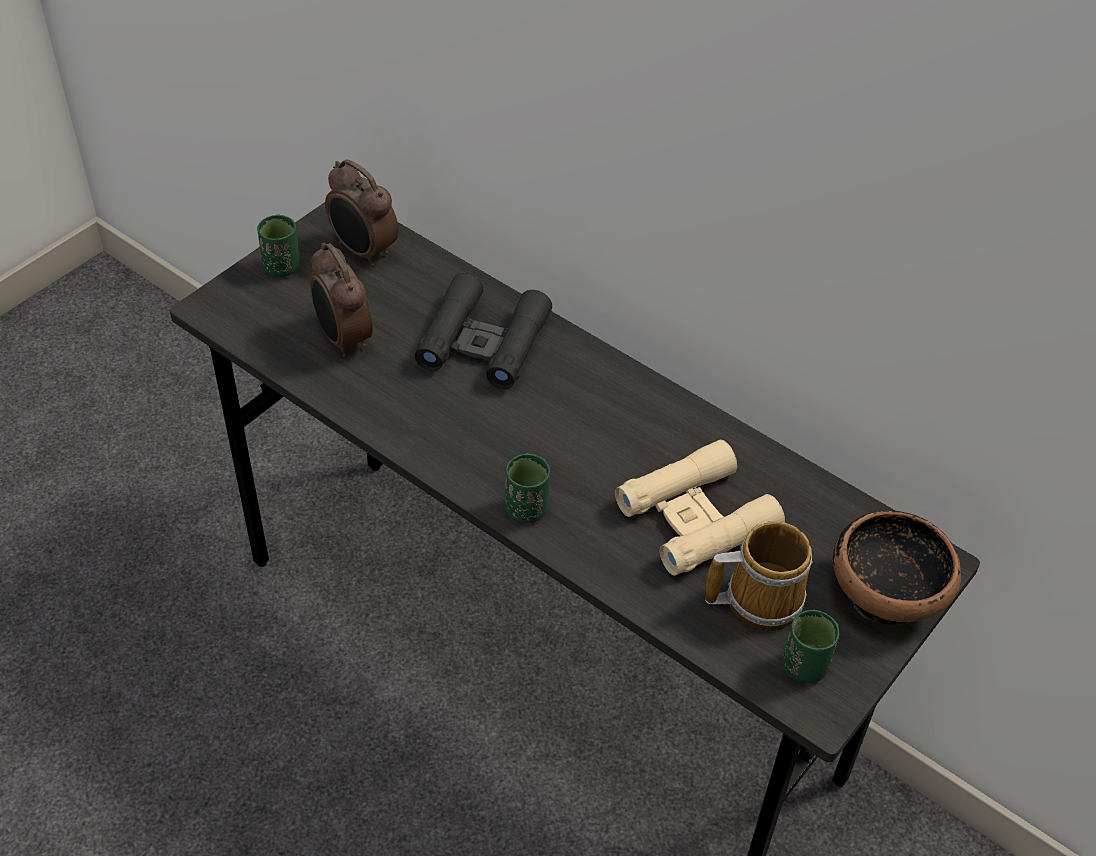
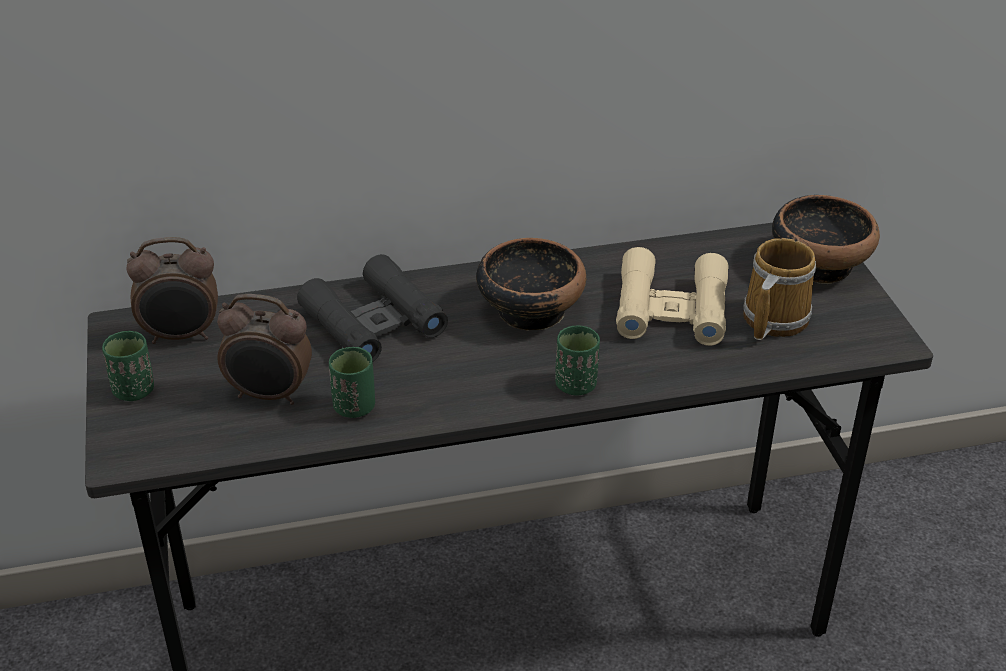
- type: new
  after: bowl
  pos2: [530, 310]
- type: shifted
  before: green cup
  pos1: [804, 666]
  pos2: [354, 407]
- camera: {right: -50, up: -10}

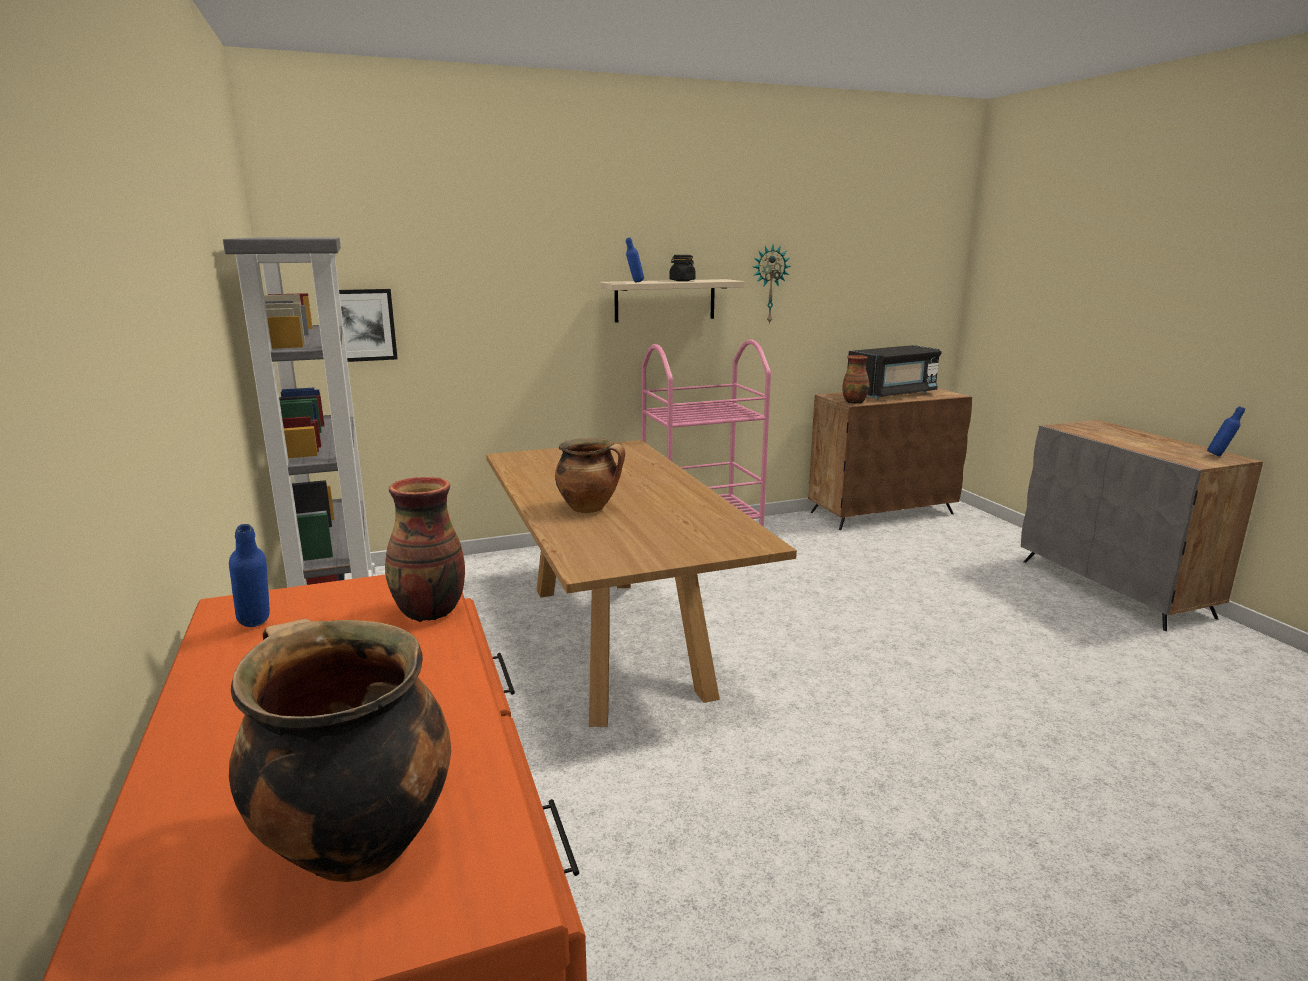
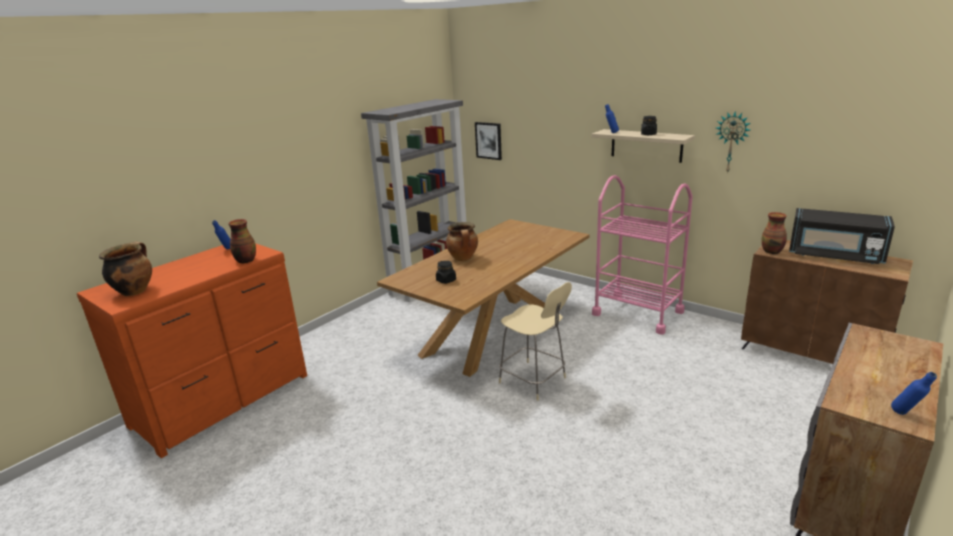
- type: new
  after: black jar
  pos2: [446, 280]
- type: new
  after: beige chair
  pos2: [534, 381]
- camera: {right: 60, up: 5}

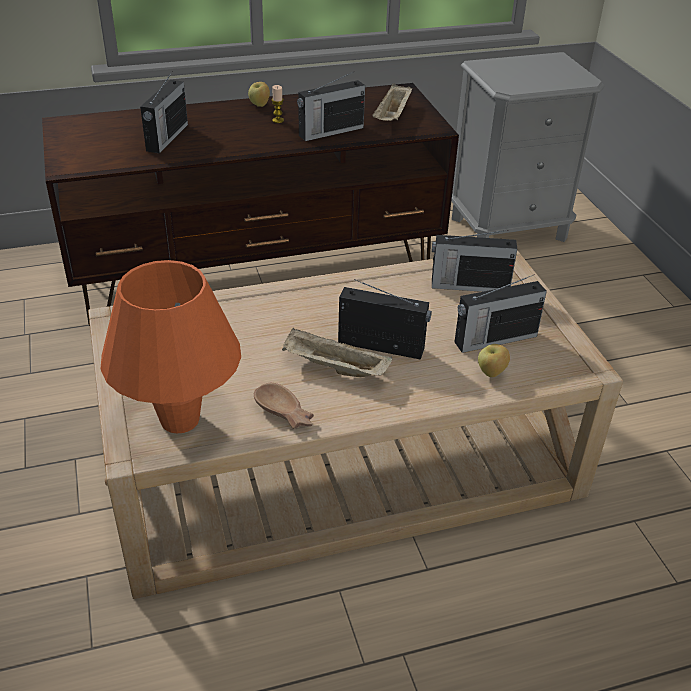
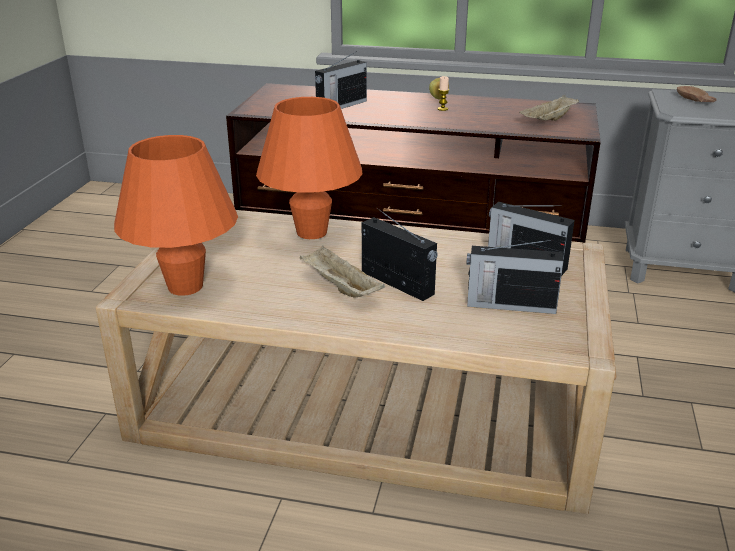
- type: gone
  before: radio
  pos1: [330, 132]
- type: gone
  before: apple
  pos1: [491, 373]
- type: new
  after: orange table lamp
  pos2: [311, 232]
- type: shifted
  before: brown bowl
  pos1: [284, 413]
  pos2: [695, 100]
- camera: {right: 30, up: -10}

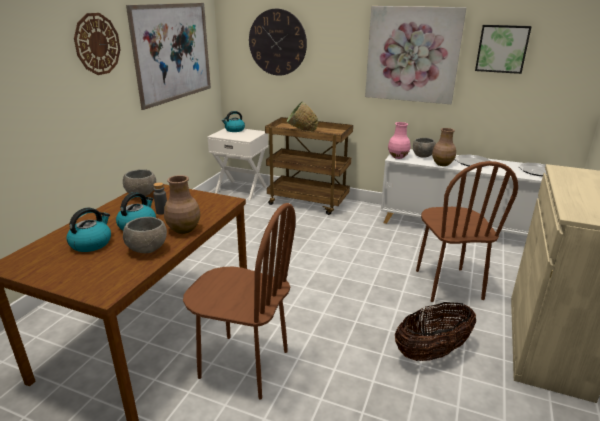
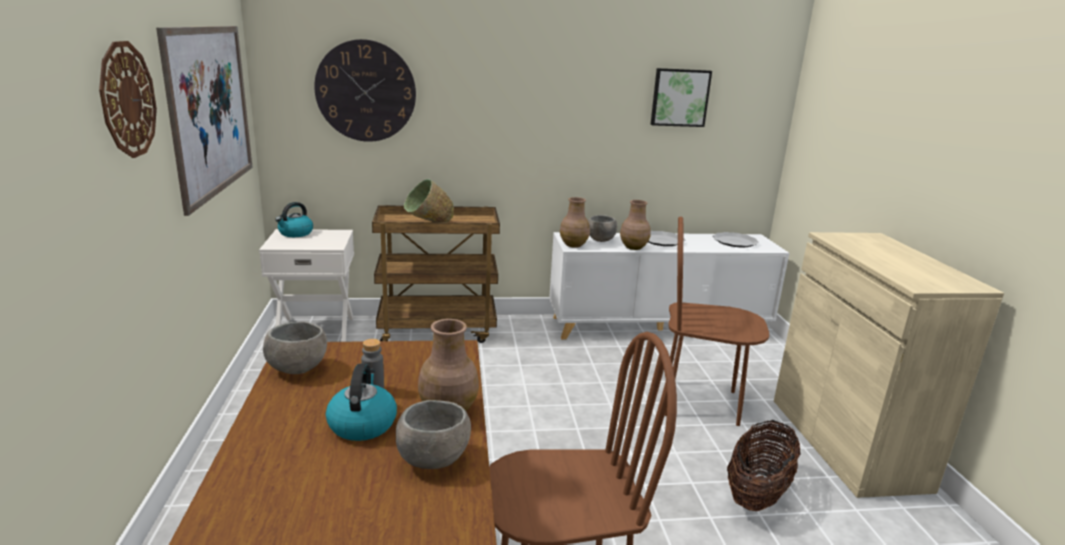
- type: gone
  before: kettle
  pos1: [91, 243]
- type: gone
  before: picture
  pos1: [412, 55]
- type: repainted
  before: pink vase
  after: brown vase
  pos1: [398, 157]
  pos2: [574, 245]
- type: rotated
  before: brown chair
  pos1: [447, 284]
  pos2: [700, 402]
  turn: 135
- camera: {right: -30, up: -5}

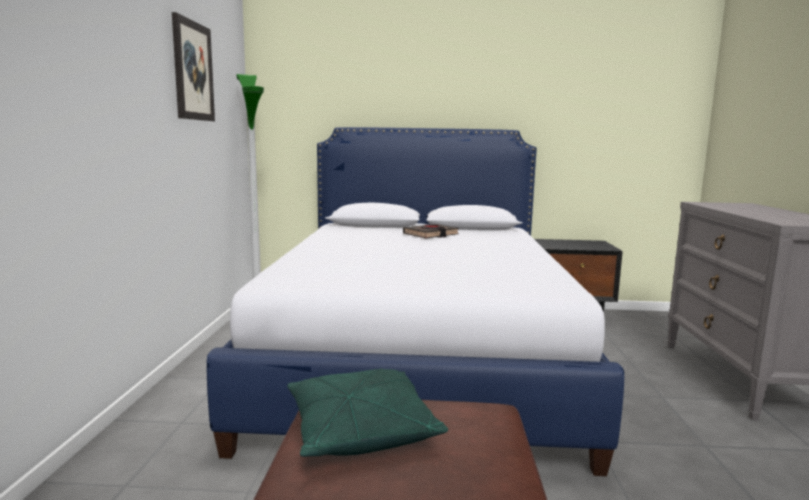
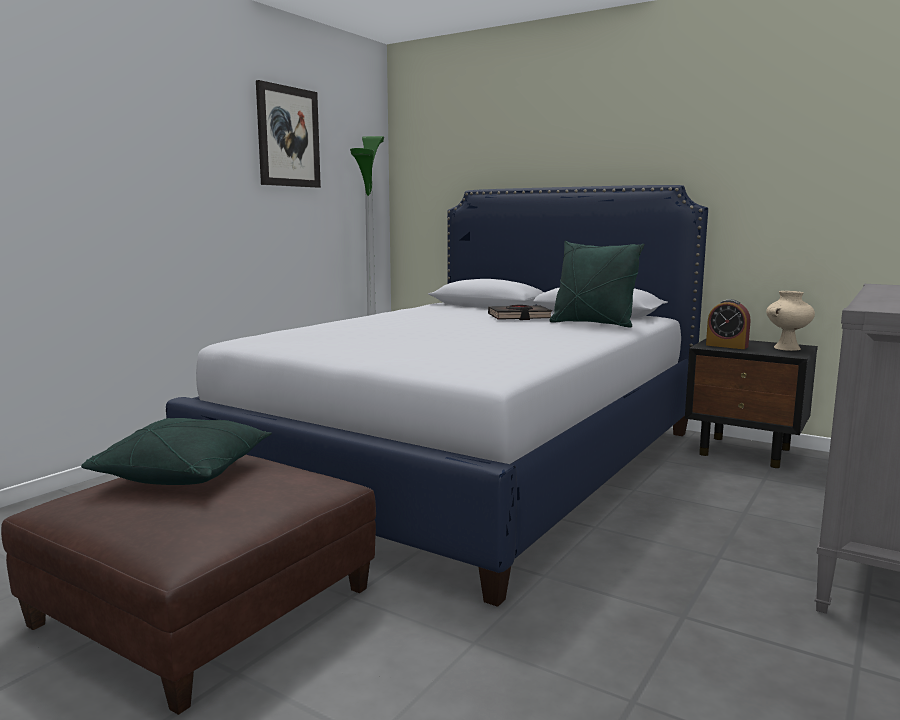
- type: new
  after: green pillow
  pos2: [593, 324]
- type: new
  after: alarm clock
  pos2: [726, 346]
- type: new
  after: beige vase
  pos2: [787, 348]
- camera: {right: 30, up: 0}

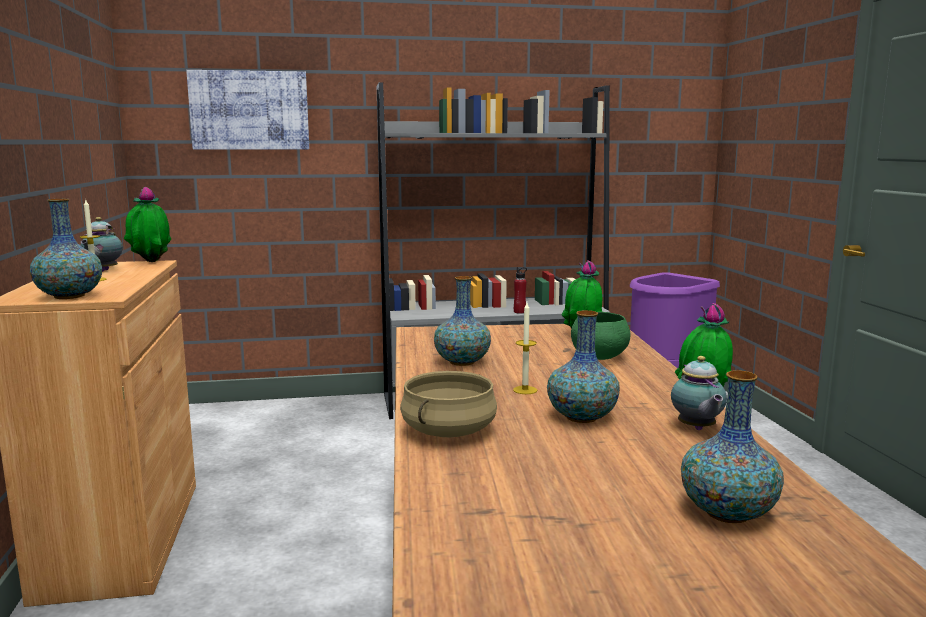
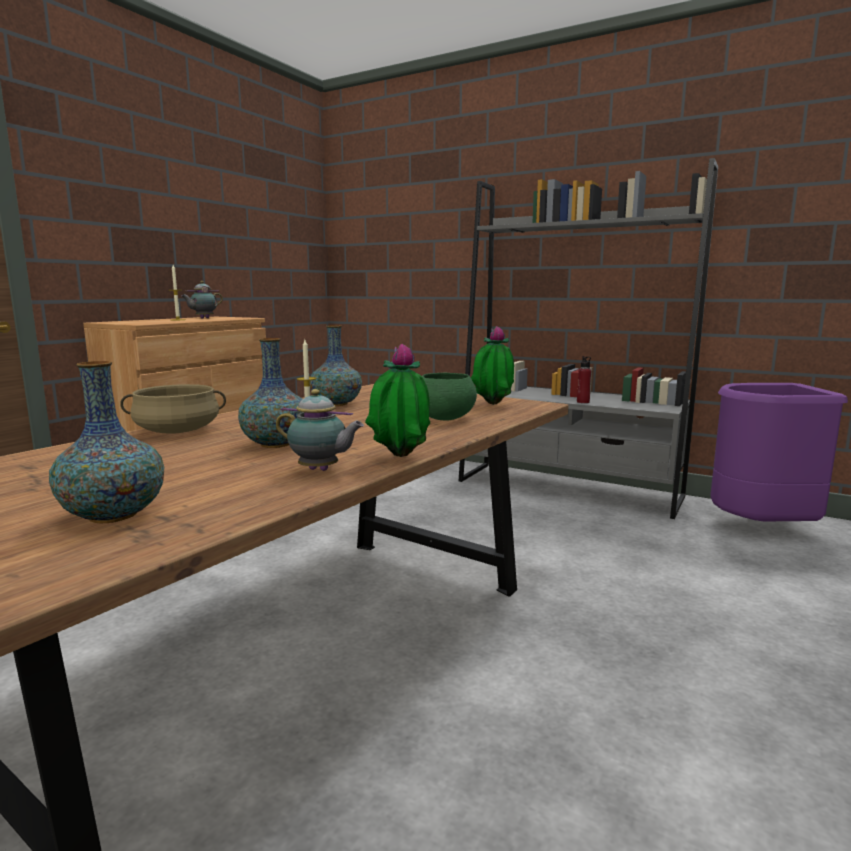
- type: gone
  before: vase
  pos1: [69, 296]
- type: gone
  before: potted plant
  pos1: [150, 263]
- type: gone
  before: picture
  pos1: [249, 110]
- type: rotated
  before: teapot
  pos1: [696, 429]
  pos2: [321, 470]
  turn: -105
- camera: {right: 40, up: 0}

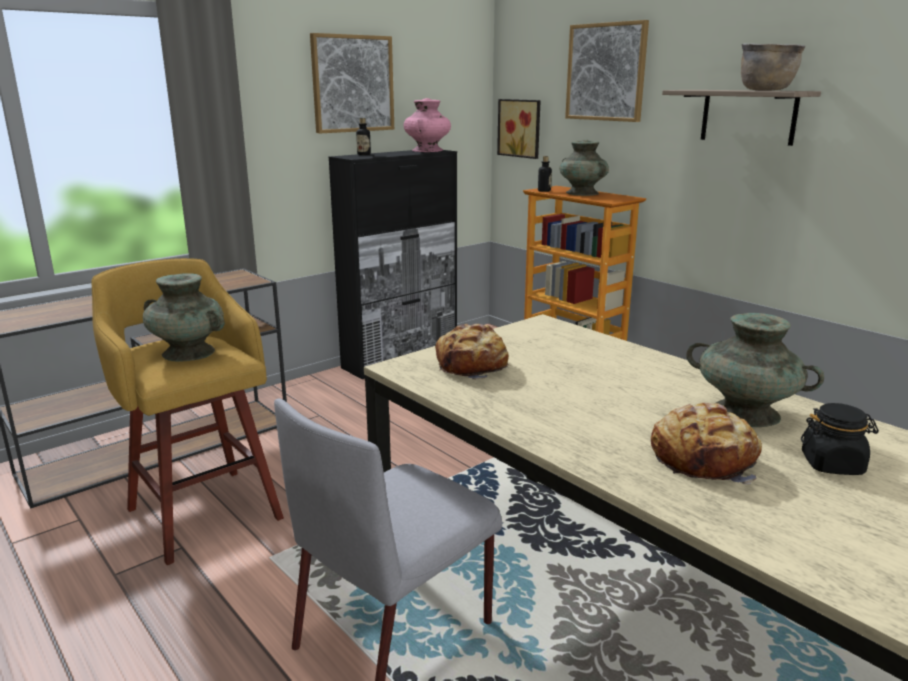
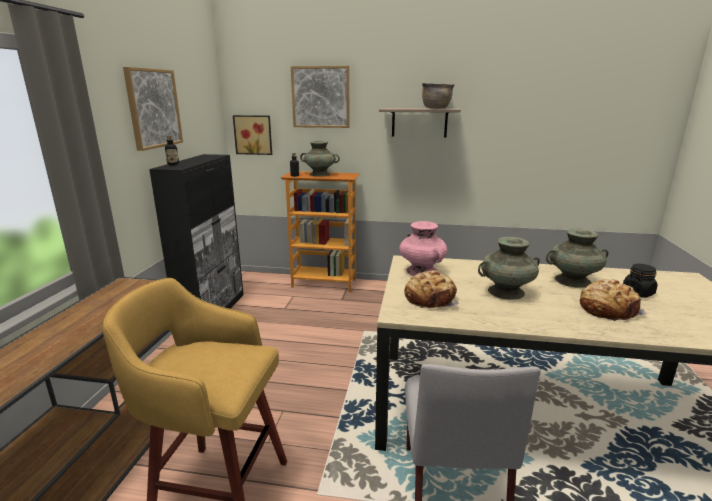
- type: shifted
  before: turquoise vase
  pos1: [188, 352]
  pos2: [505, 292]
- type: shifted
  before: pink vase
  pos1: [427, 150]
  pos2: [422, 271]
- camera: {right: -40, up: 0}

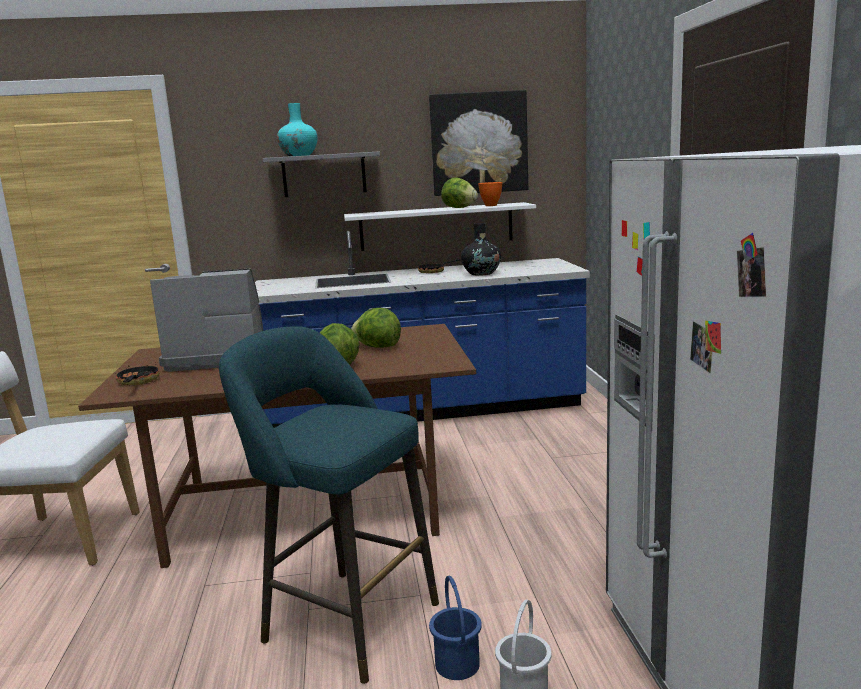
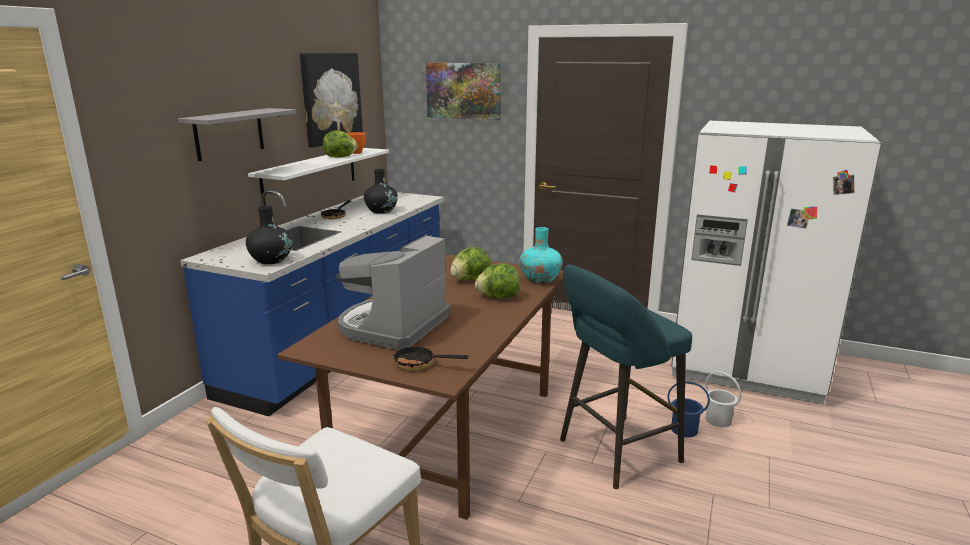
- type: new
  after: black vase
  pos2: [271, 260]
- type: new
  after: picture
  pos2: [464, 90]
- type: shifted
  before: turquoise vase
  pos1: [299, 155]
  pos2: [540, 279]
- camera: {right: -60, up: 5}

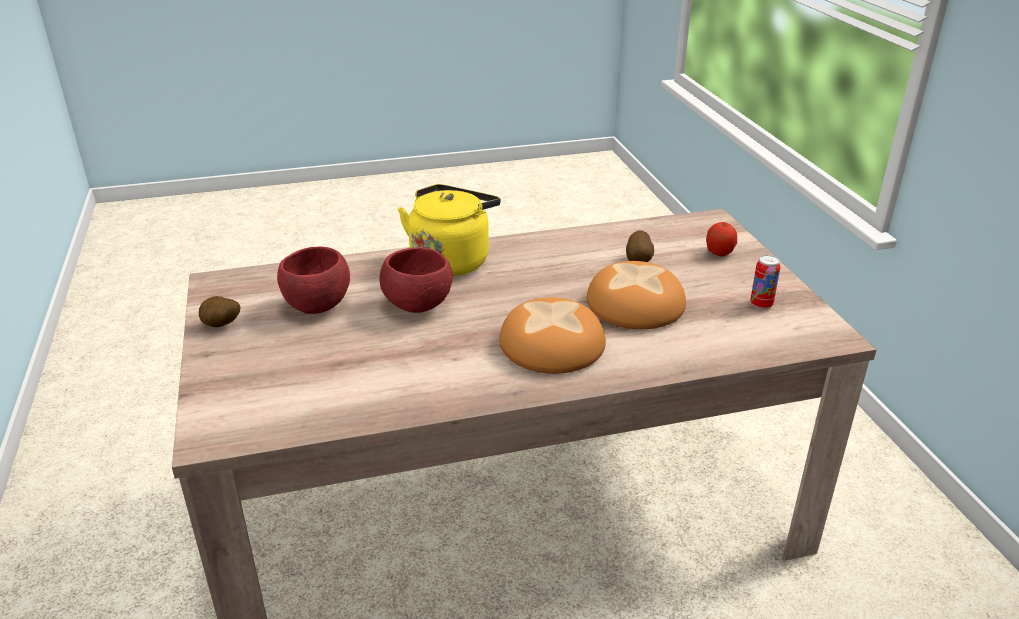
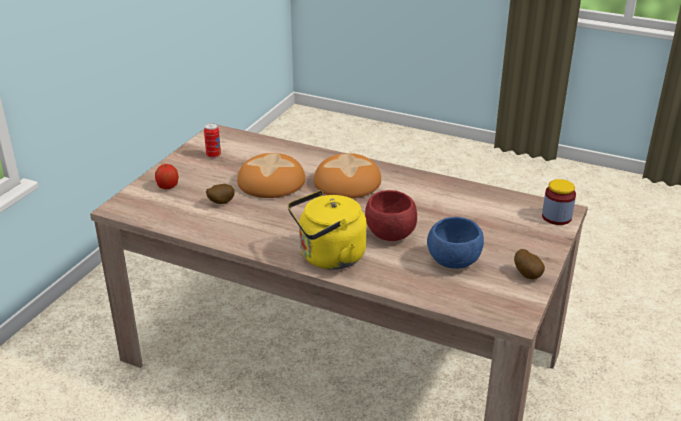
- type: new
  after: jar
  pos2: [556, 217]
- type: repainted
  before: red bowl
  after: blue bowl
  pos1: [317, 306]
  pos2: [454, 262]
- camera: {right: -140, up: 0}

